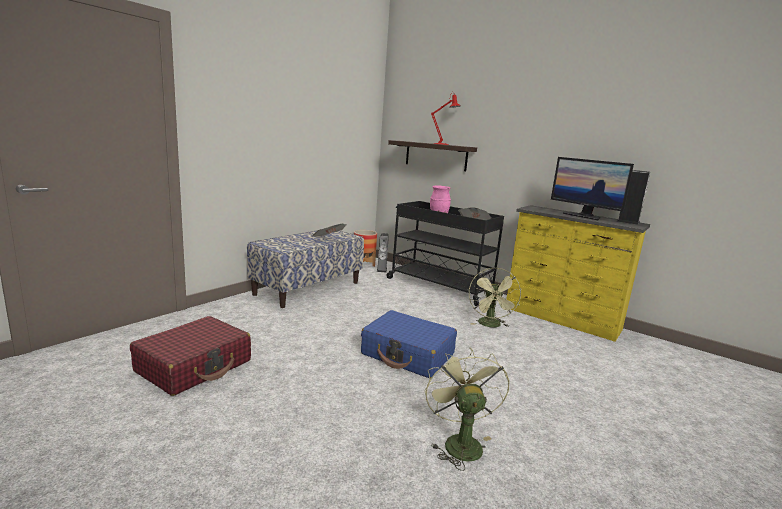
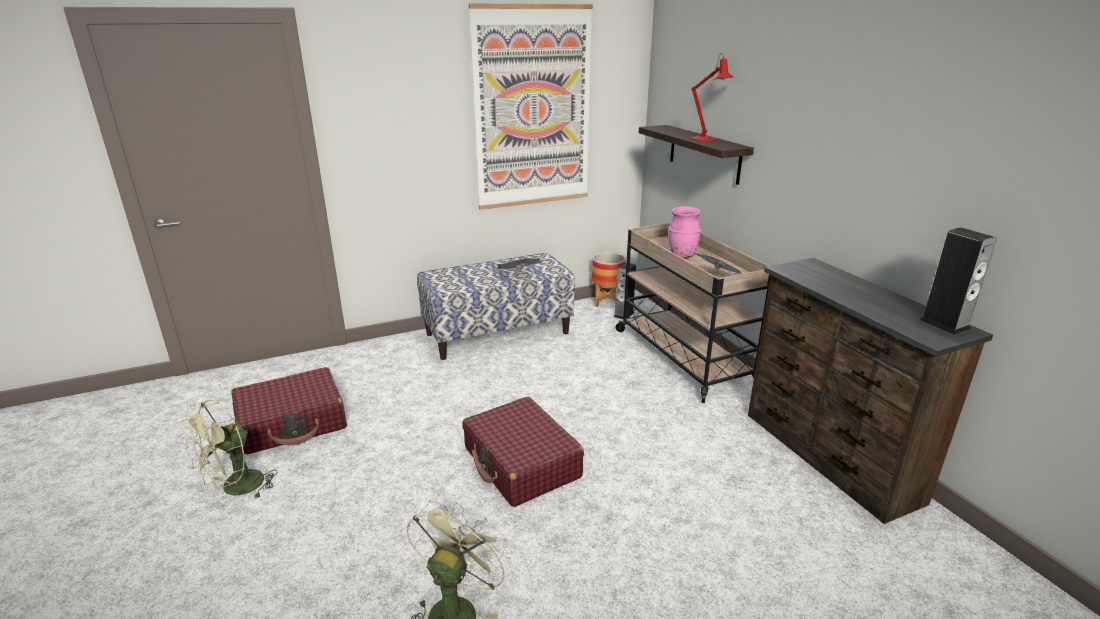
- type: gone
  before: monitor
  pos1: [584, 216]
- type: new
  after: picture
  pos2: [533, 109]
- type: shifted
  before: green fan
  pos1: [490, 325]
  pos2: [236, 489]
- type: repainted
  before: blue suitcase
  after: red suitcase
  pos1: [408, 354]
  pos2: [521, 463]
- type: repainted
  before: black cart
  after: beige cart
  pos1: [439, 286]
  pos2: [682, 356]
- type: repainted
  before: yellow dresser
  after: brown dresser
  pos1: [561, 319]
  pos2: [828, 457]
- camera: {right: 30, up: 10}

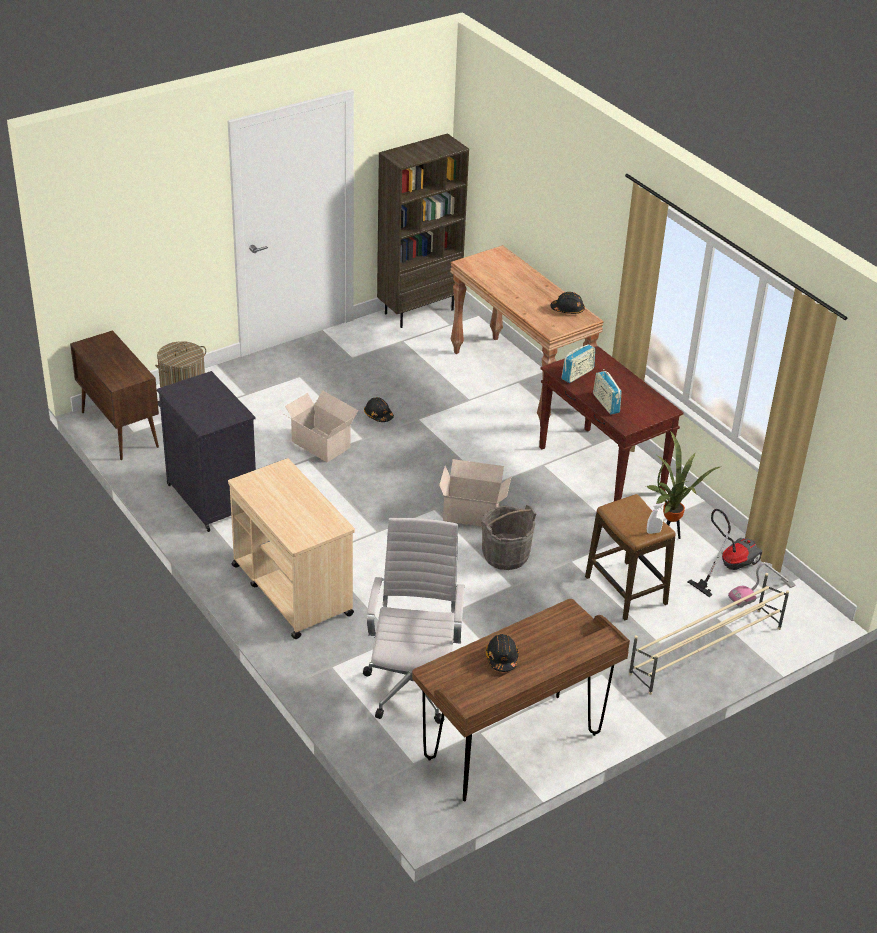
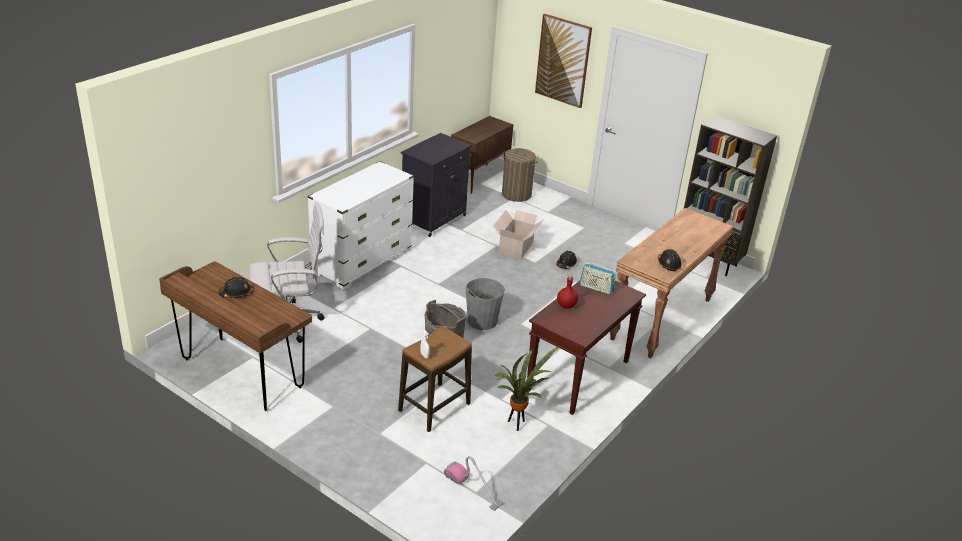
- type: gone
  before: beige shoe rack
  pos1: [705, 651]
- type: gone
  before: vacuum cleaner
  pos1: [728, 566]
- type: new
  after: picture
  pos2: [563, 60]
- type: swapped
  before: beige cart
  after: white dresser
  pos1: [291, 589]
  pos2: [362, 261]
- type: swapped
  before: cardboard box
  after: grey bucket
  pos1: [473, 514]
  pos2: [482, 321]
- type: swapped
  before: radio
  after: red bottle
  pos1: [606, 403]
  pos2: [566, 306]
- camera: {right: 70, up: -5}

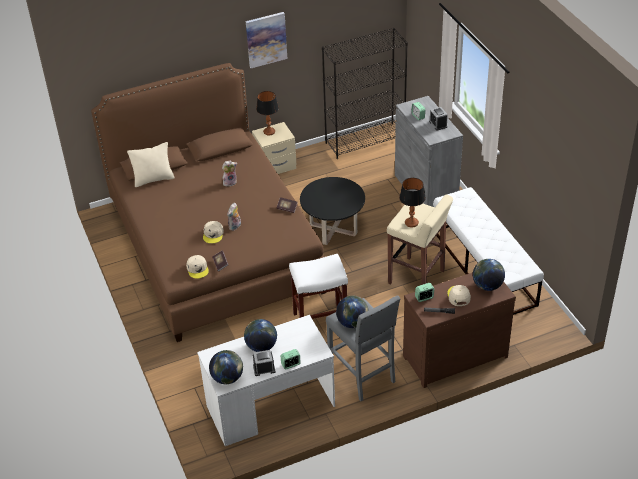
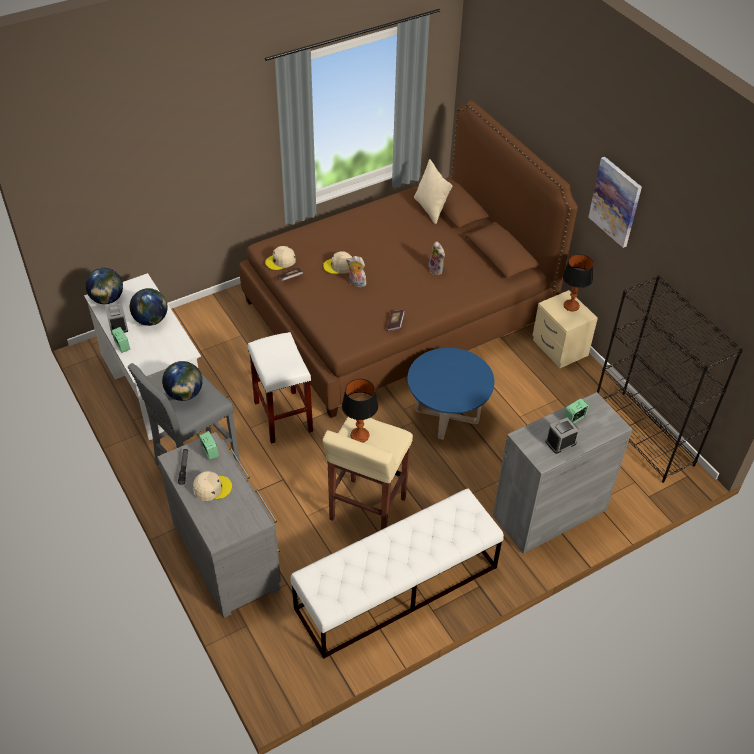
- type: gone
  before: globe
  pos1: [487, 286]
- type: repainted
  before: black coffee table
  after: blue coffee table
  pos1: [333, 229]
  pos2: [447, 416]
- type: repainted
  before: brown dresser
  after: grey dresser
  pos1: [453, 355]
  pos2: [228, 554]
- camera: {right: 80, up: 5}

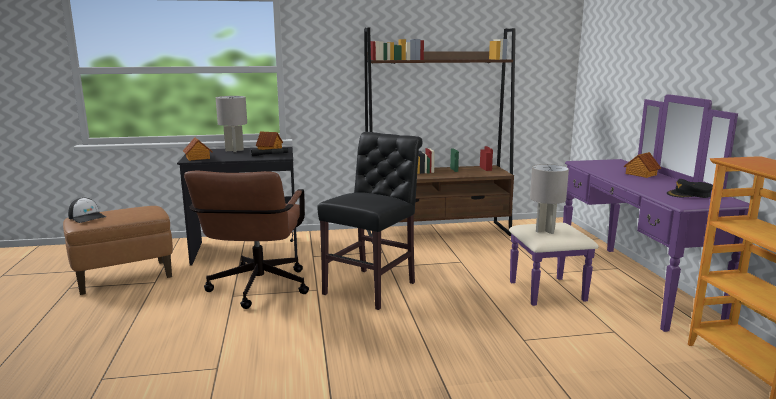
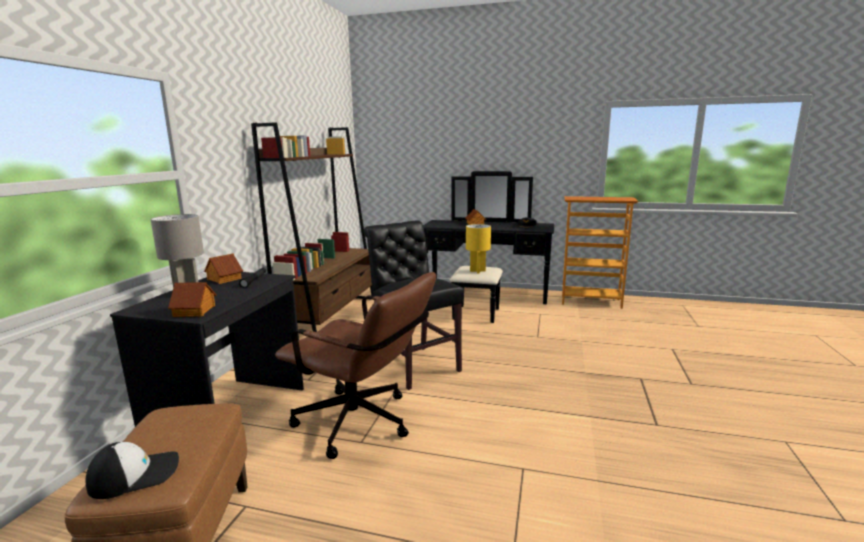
- type: repainted
  before: purple dresser
  after: black dresser
  pos1: [614, 286]
  pos2: [484, 297]
- type: repainted
  before: grey table lamp
  after: yellow table lamp
  pos1: [545, 230]
  pos2: [478, 271]
- camera: {right: -65, up: 0}

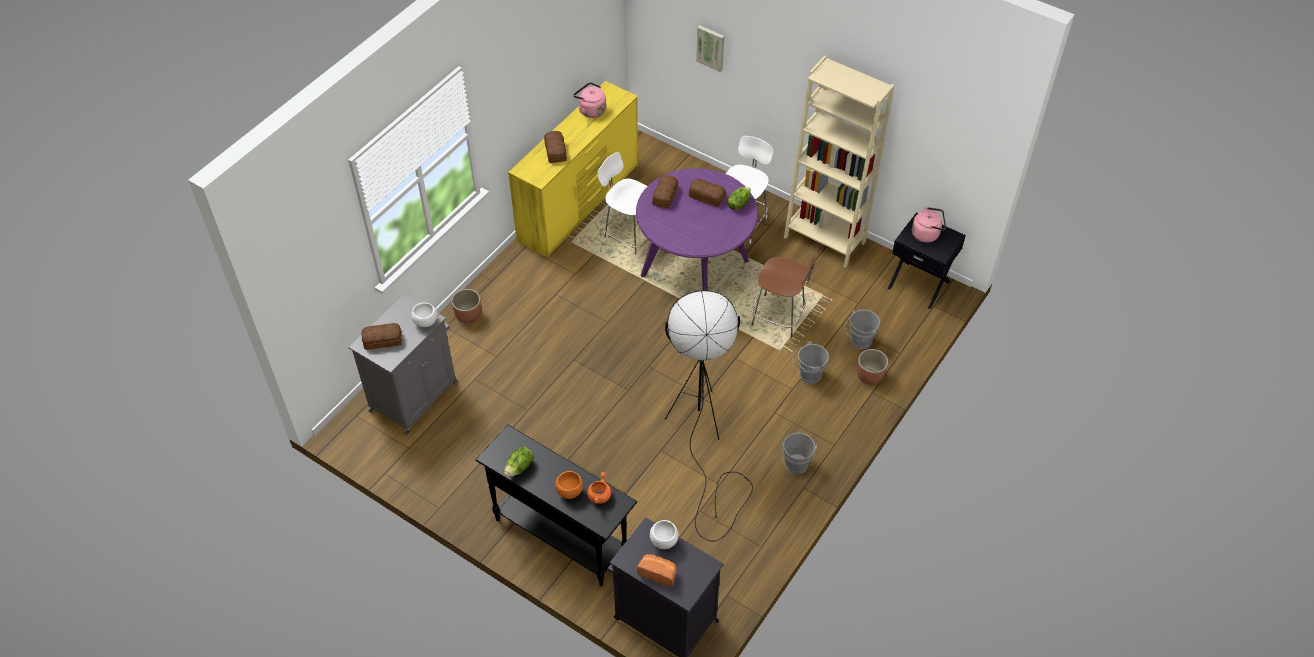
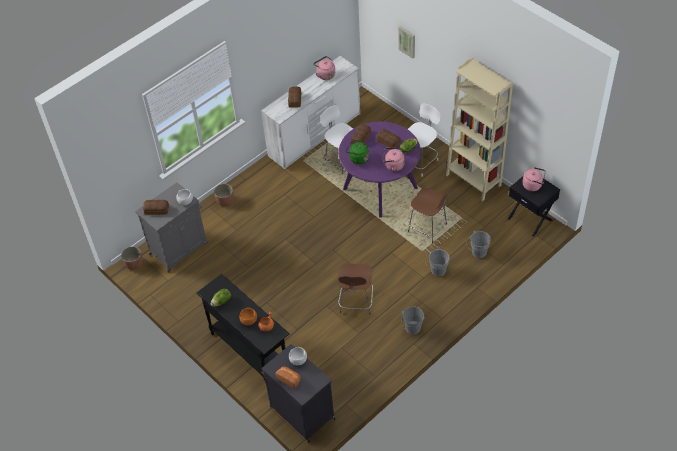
- type: new
  after: green kettle
  pos2: [357, 158]
- type: new
  after: pink kettle
  pos2: [393, 165]
- type: shifted
  before: planter
  pos1: [870, 376]
  pos2: [134, 264]
- type: swapped
  before: black floor lamp
  after: brown chair
  pos1: [703, 440]
  pos2: [356, 303]
- type: repainted
  before: yellow dresser
  after: white dresser
  pos1: [580, 203]
  pos2: [315, 135]
- camera: {right: 15, up: 0}

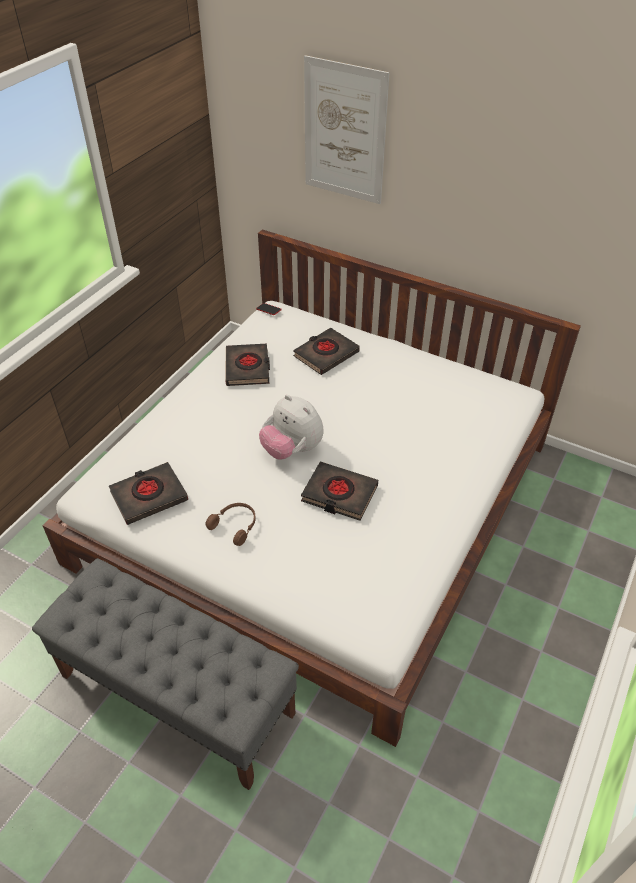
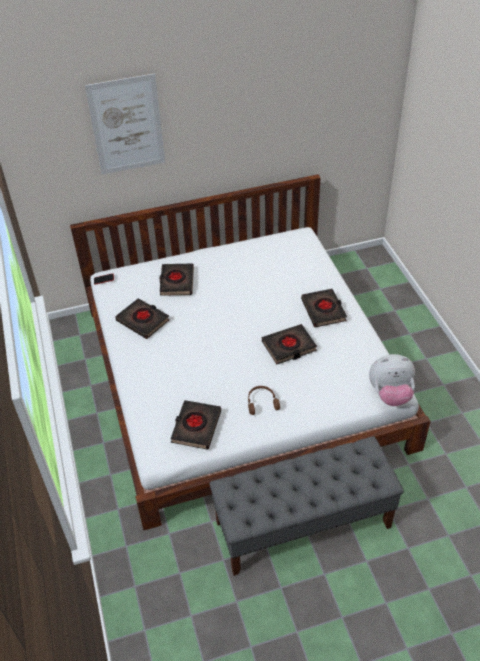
- type: new
  after: black book
  pos2: [323, 310]
- type: shifted
  before: plush toy
  pos1: [292, 449]
  pos2: [390, 394]
- camera: {right: -45, up: 0}

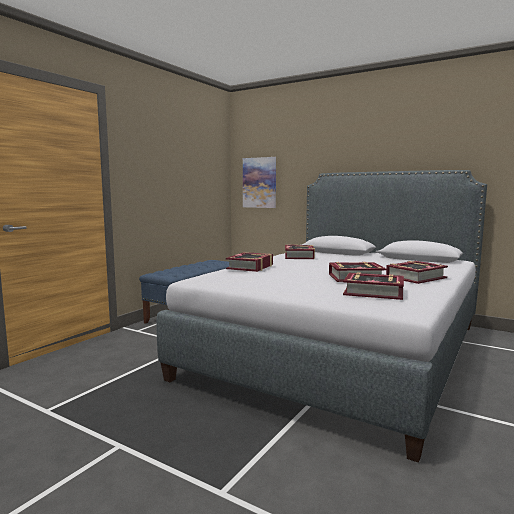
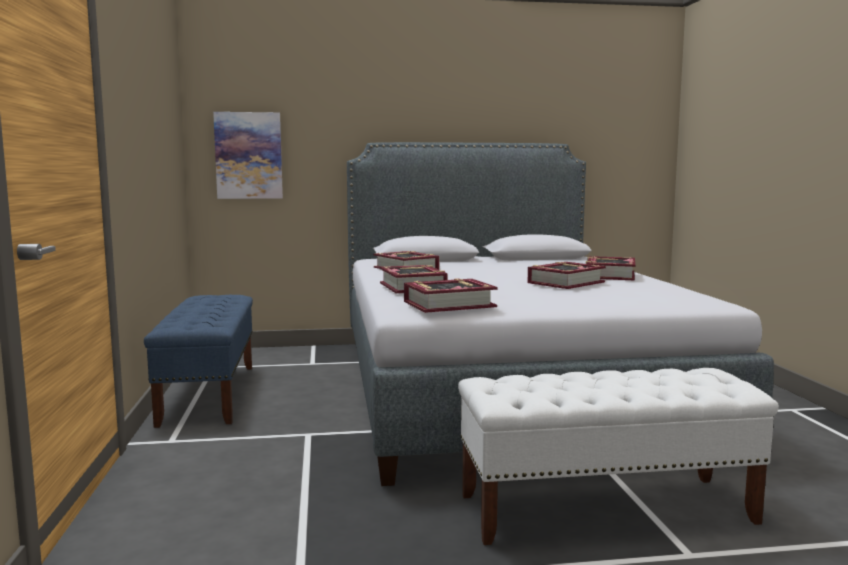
- type: new
  after: white bench
  pos2: [606, 508]
- type: shifted
  before: book
  pos1: [373, 292]
  pos2: [449, 304]
- camera: {right: -40, up: 0}

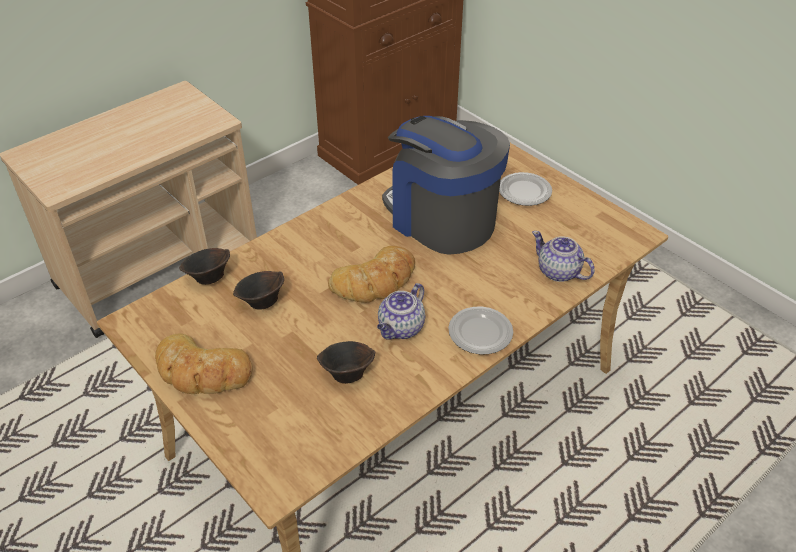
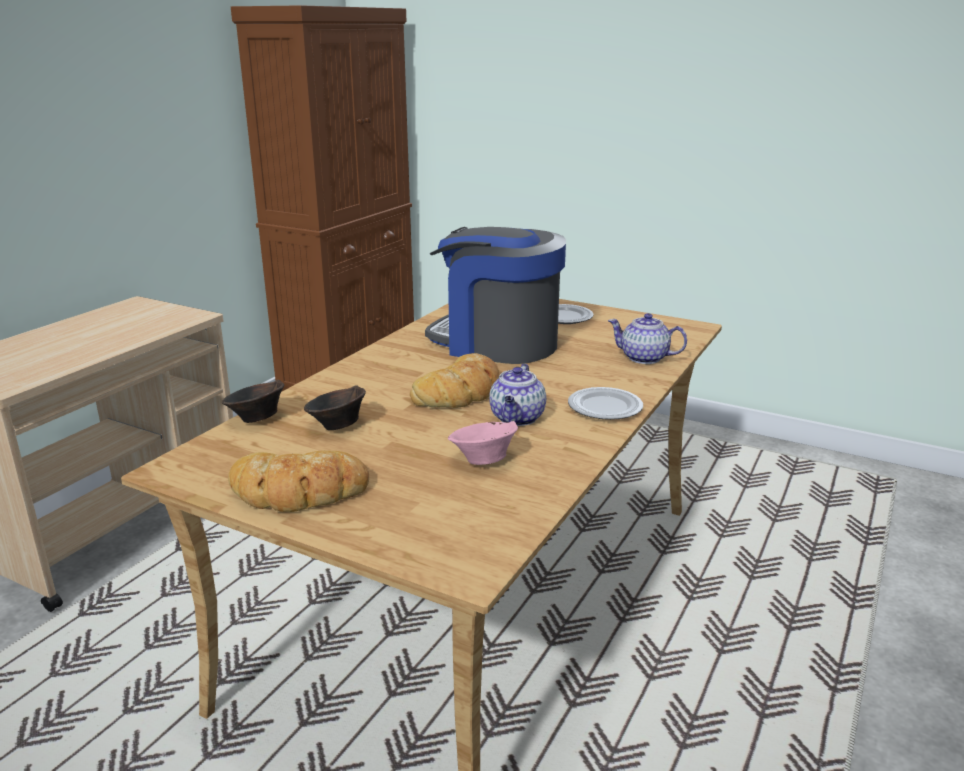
- type: repainted
  before: brown bowl
  after: pink bowl
  pos1: [346, 373]
  pos2: [482, 460]
- camera: {right: -20, up: -20}

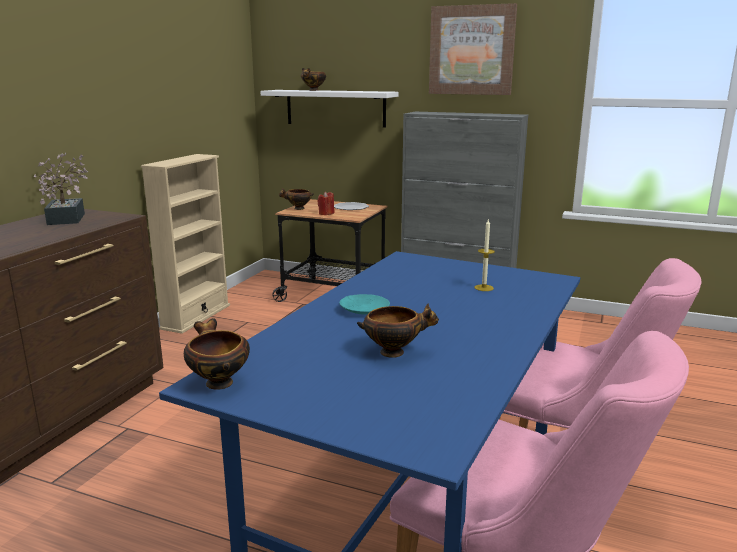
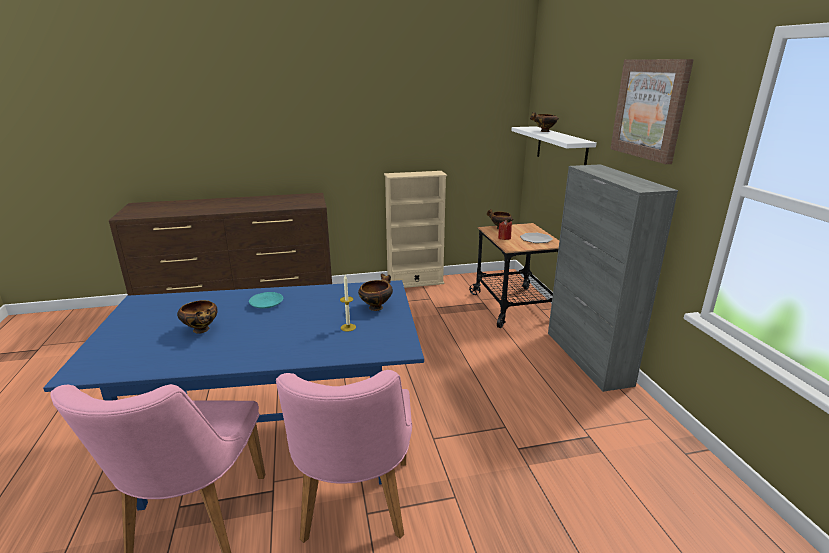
- type: gone
  before: potted plant
  pos1: [68, 217]
- type: shifted
  before: bowl
  pos1: [218, 382]
  pos2: [376, 307]
- camera: {right: 55, up: 5}

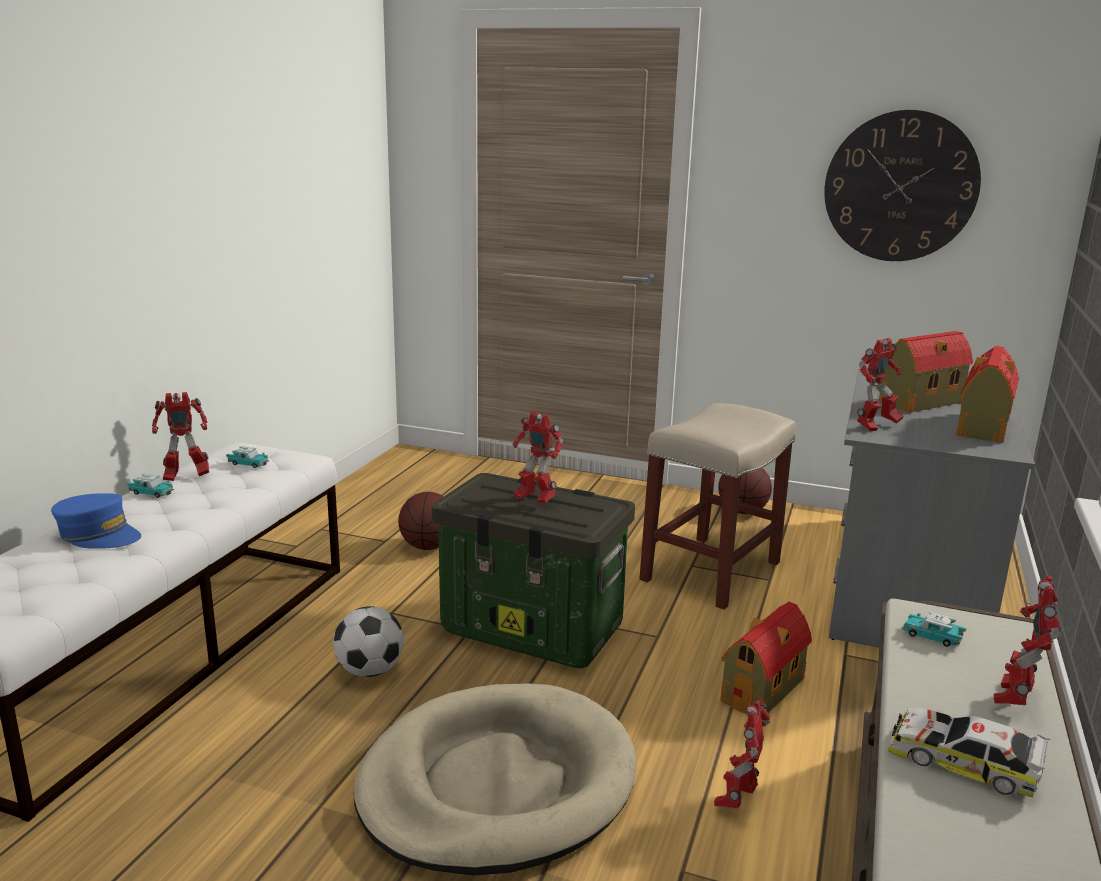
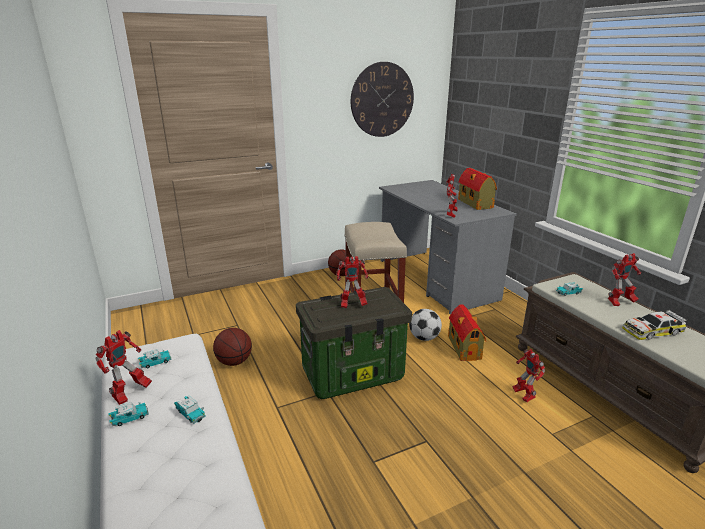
- type: gone
  before: blue cap
  pos1: [98, 535]
- type: gone
  before: beige dog bed
  pos1: [496, 784]
- type: gone
  before: toy house
  pos1: [919, 402]
- type: new
  after: toy car
  pos2: [190, 414]
- type: shifted
  before: football
  pos1: [370, 671]
  pos2: [424, 338]
- type: rotated
  before: toy robot
  pos1: [1014, 699]
  pos2: [619, 302]
  turn: -90
- camera: {right: -45, up: 5}

